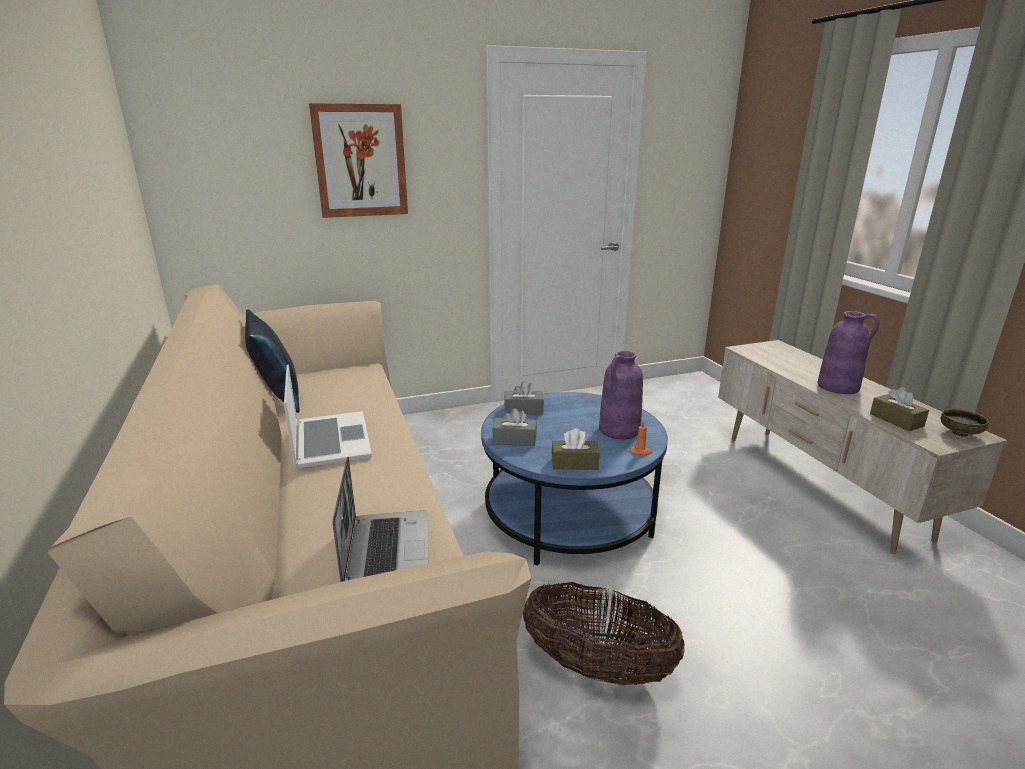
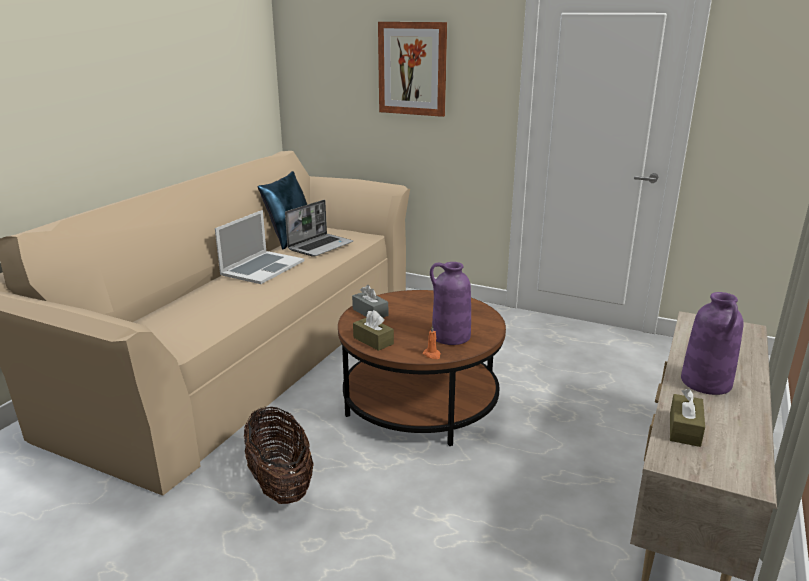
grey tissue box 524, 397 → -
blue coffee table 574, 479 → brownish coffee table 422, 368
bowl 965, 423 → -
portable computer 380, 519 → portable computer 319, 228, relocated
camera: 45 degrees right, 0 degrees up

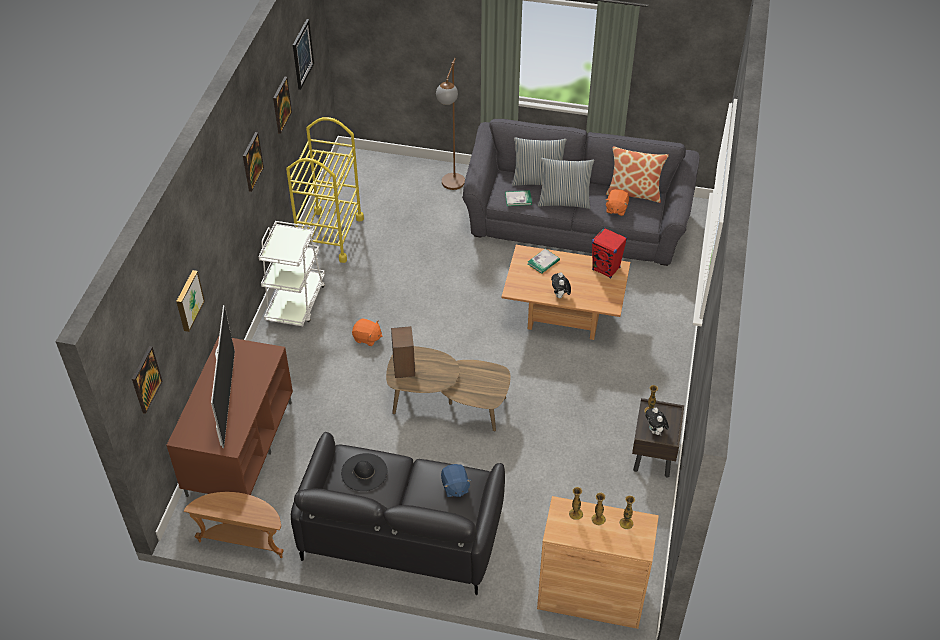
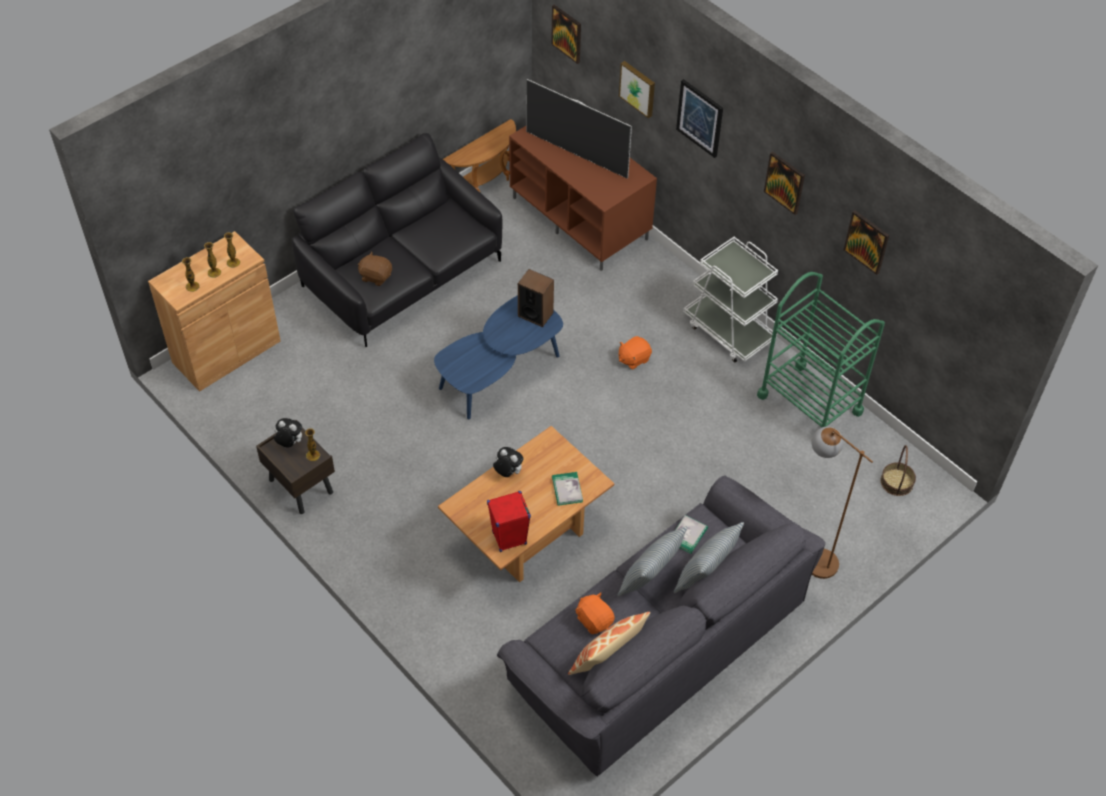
wall picture 303, 54 → wall picture 699, 118, relocated
yellowish cart 325, 190 → green-coloured cart 821, 350
brownish coffee table 448, 388 → blue coffee table 498, 357
black hat 364, 472 → -
blue cuddly toy 456, 480 → brownish cuddly toy 375, 268
- → household basket 898, 470
camera: 125 degrees right, 5 degrees up

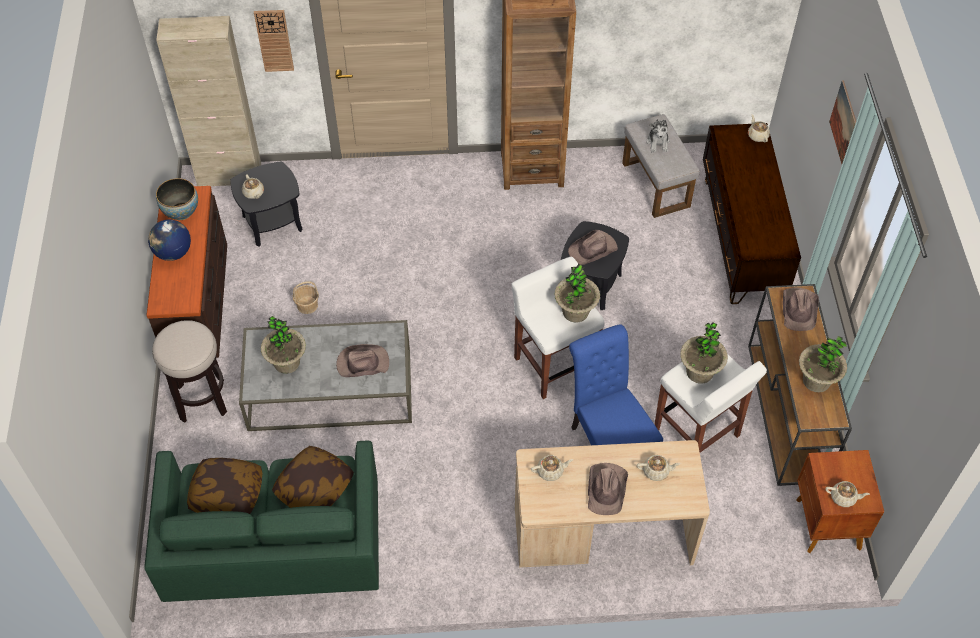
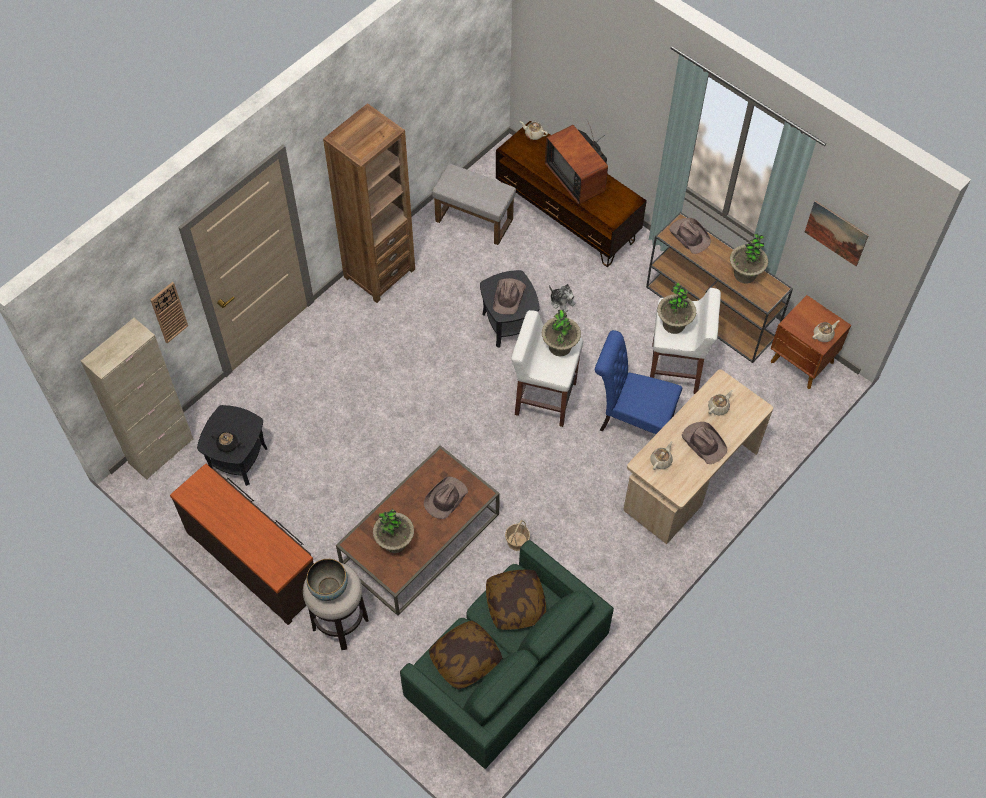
wall picture 842, 122 → wall picture 837, 233, relocated
cuddly toy 658, 135 → cuddly toy 562, 298, relocated
sand-coloured pot for tea 253, 186 → black pot for tea 227, 442
bowl 177, 199 → bowl 327, 580, relocated
desk globe 169, 240 → -
household basket 306, 297 → household basket 517, 535, relocated
grey coffee table 325, 375 → brownish coffee table 418, 530
- → television 576, 162
camera: 45 degrees left, 5 degrees up

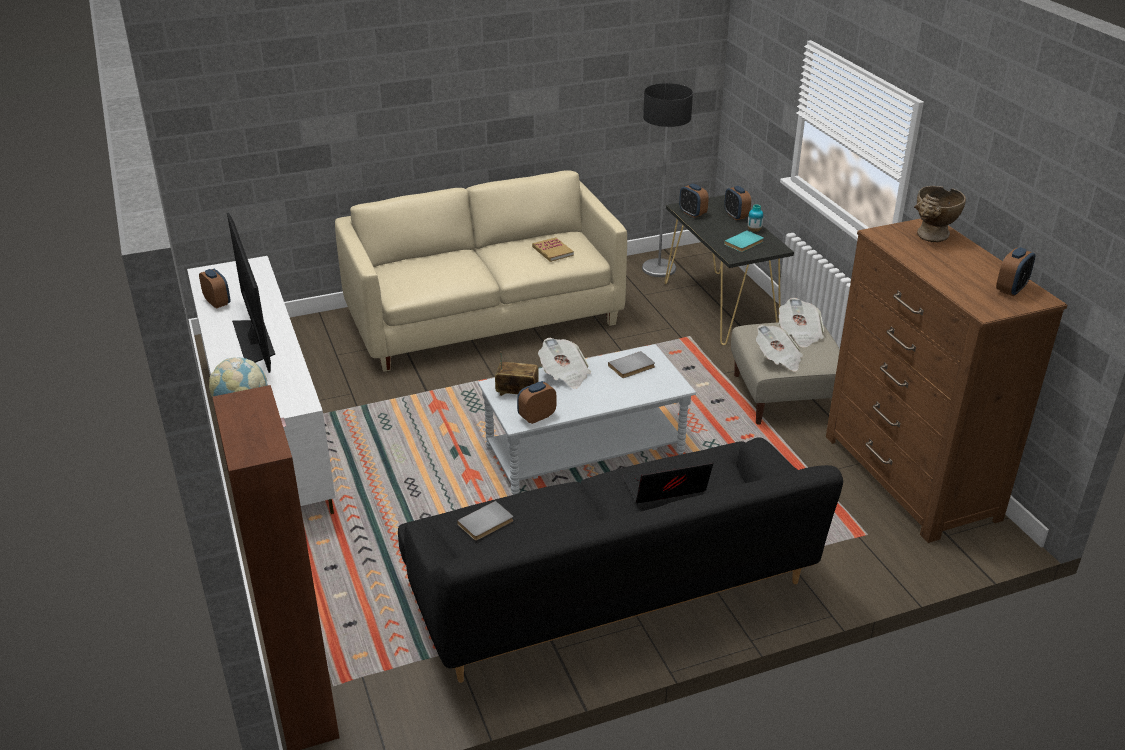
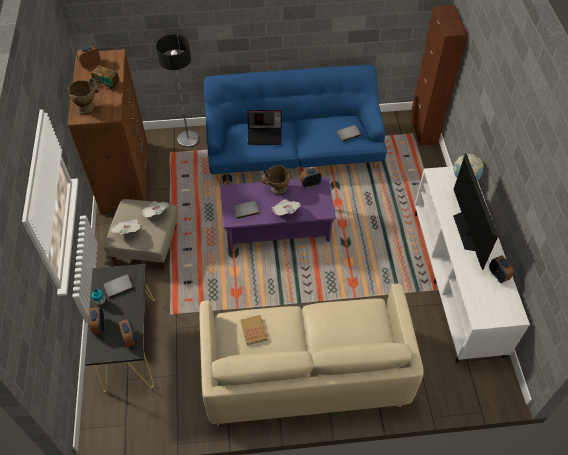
standing lamp 667, 180 → standing lamp 177, 90, relocated
turquoise volume 744, 241 → grey volume 118, 286
grey coffee table 587, 419 → purple-coloured coffee table 278, 213
radio set 517, 373 → radio set 105, 75, relocated
black settee 620, 560 → blue settee 295, 122
- → sand-coloured flower vase 275, 179
camera: 165 degrees left, 20 degrees up

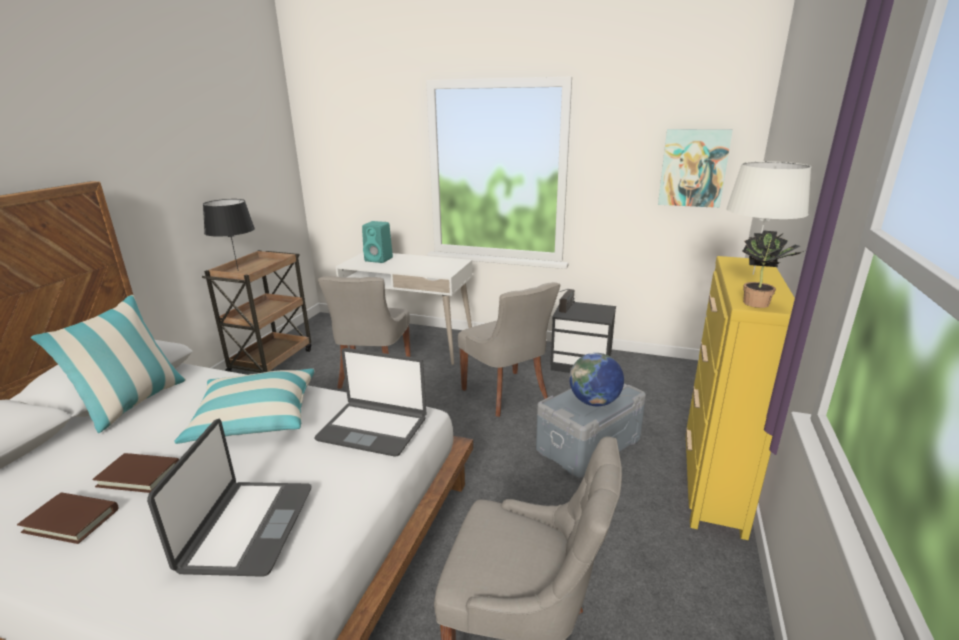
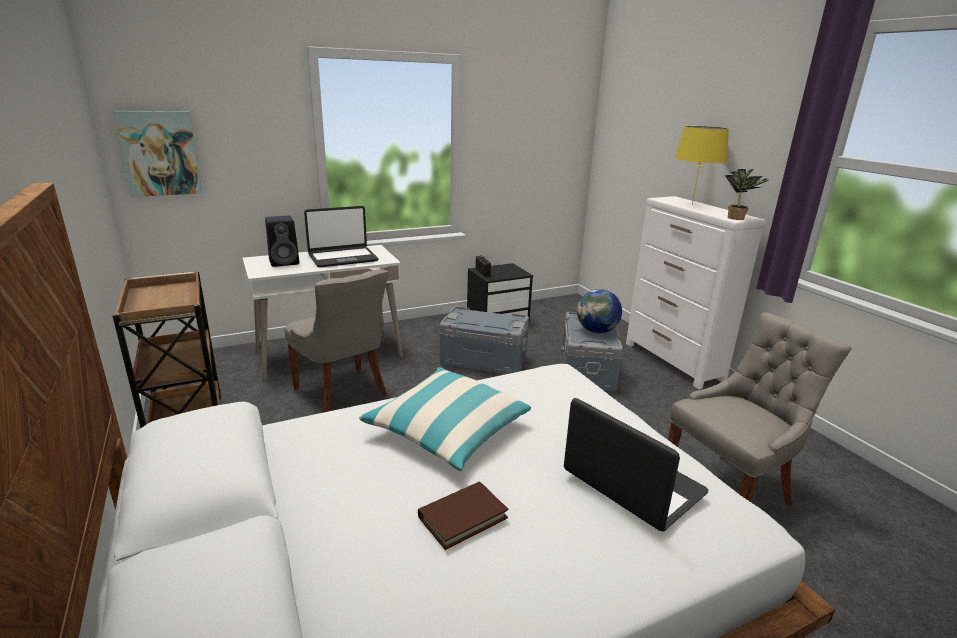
wall picture 695, 168 → wall picture 157, 154, relocated
whitish lamp for a table 768, 218 → yellowish lamp for a table 701, 165
black lamp for a table 229, 234 → -
turquoise speaker 377, 242 → black speaker 282, 241
yellowish drawer chest 740, 398 → whitish drawer chest 696, 292
grey plain chair 509, 349 → grey storage box 484, 340
pillow 108, 364 → -
portable computer 370, 402 → portable computer 341, 236, relocated
brownish volume 67, 518 → -
camera: 45 degrees left, 0 degrees up

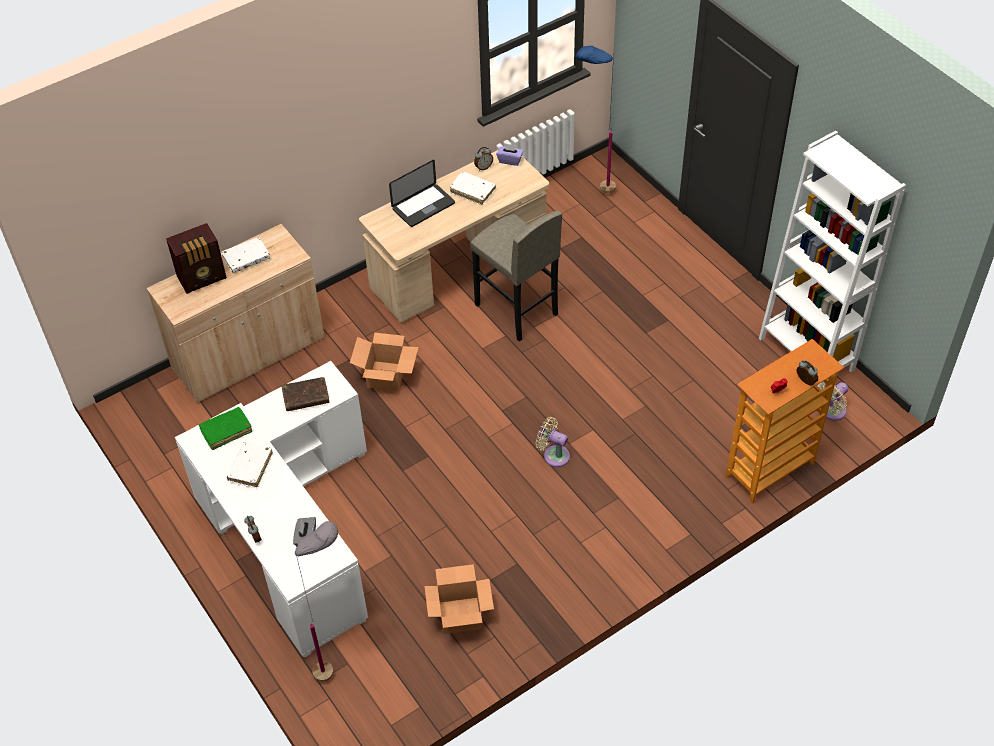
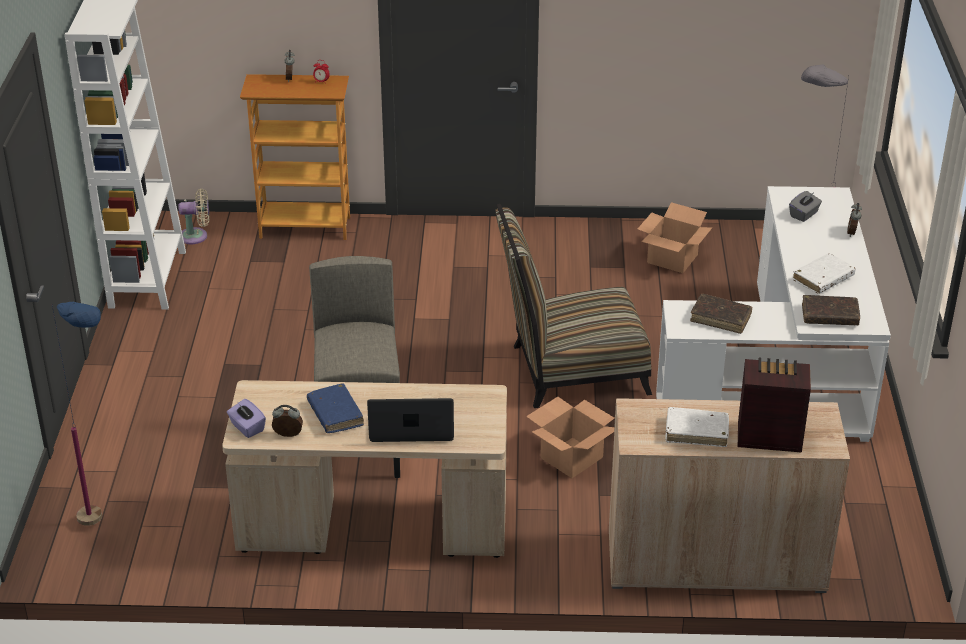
whitish volume 473, 188 → blue volume 335, 408
green-coloured volume 225, 428 → brownish volume 831, 310
sand-coloured fan 553, 442 → -
- → plain chair 573, 306
camera: 145 degrees left, 15 degrees down

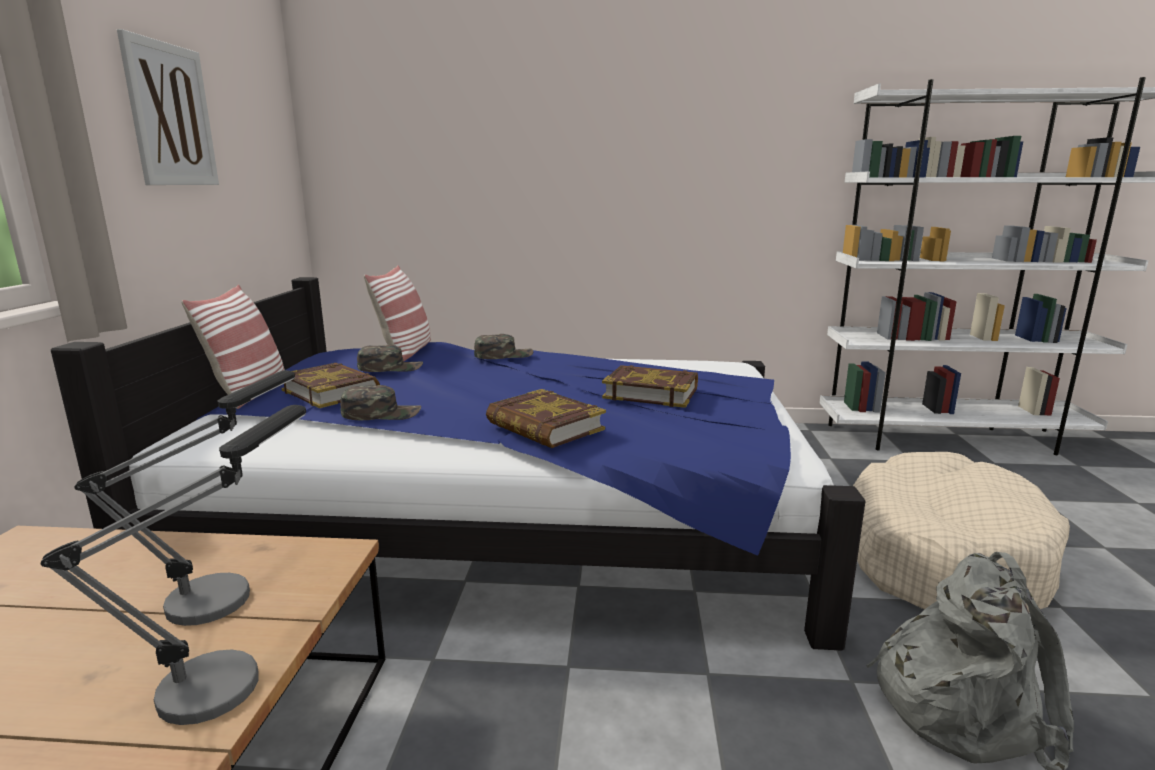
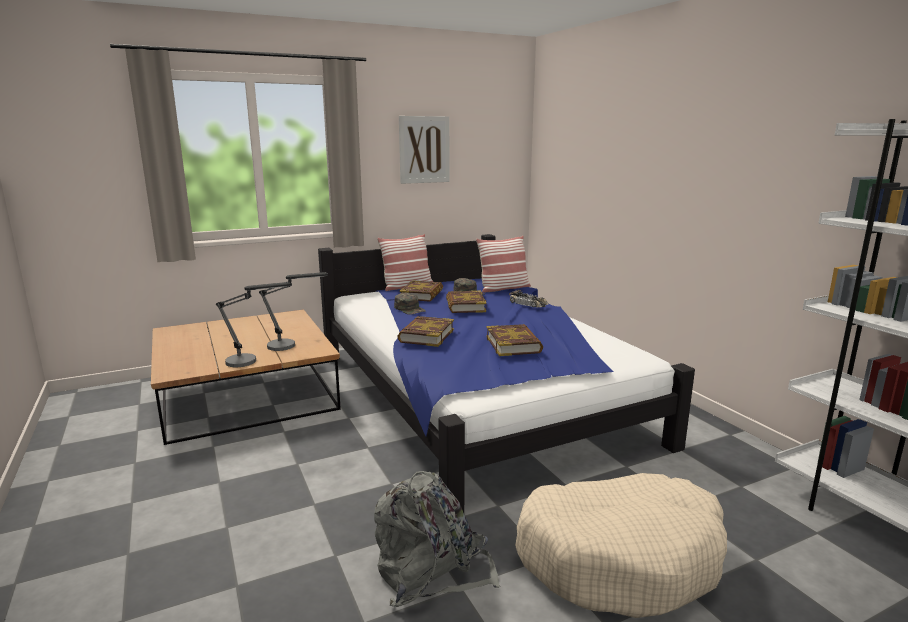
green-coloured peaked cap 503, 346 → model car 528, 299
- → volume 466, 302
camera: 60 degrees right, 0 degrees up

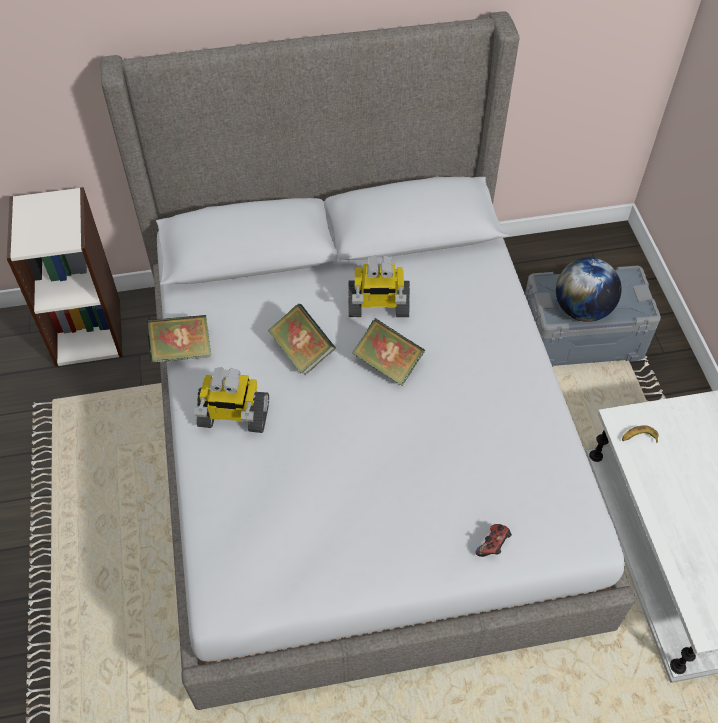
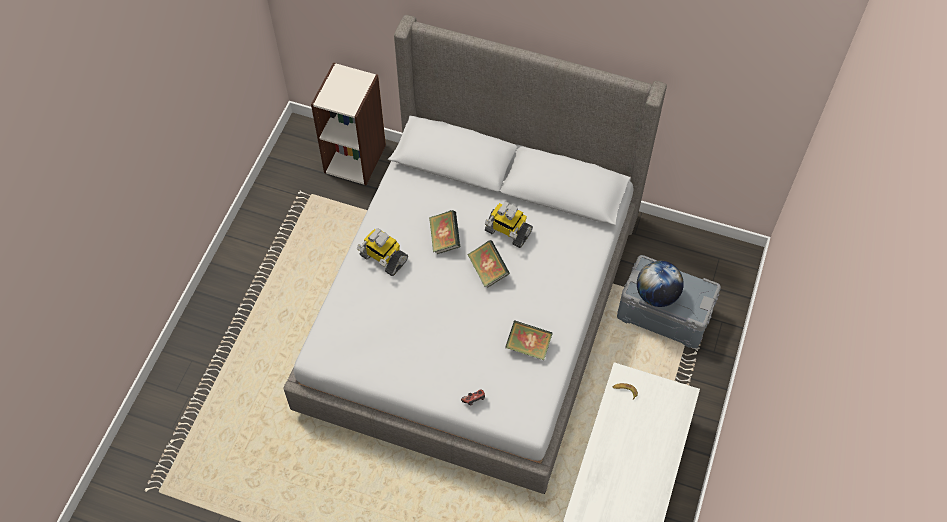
volume 179, 339 → volume 529, 340, relocated
camera: 30 degrees right, 5 degrees up

